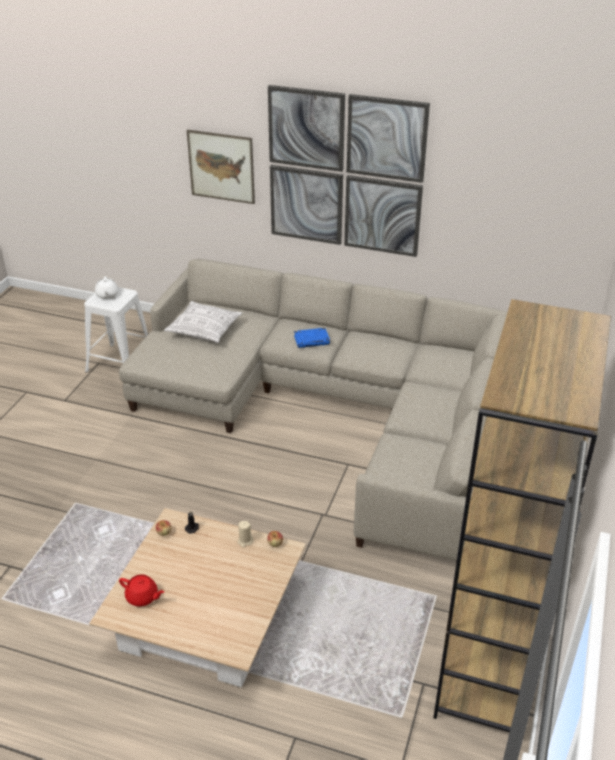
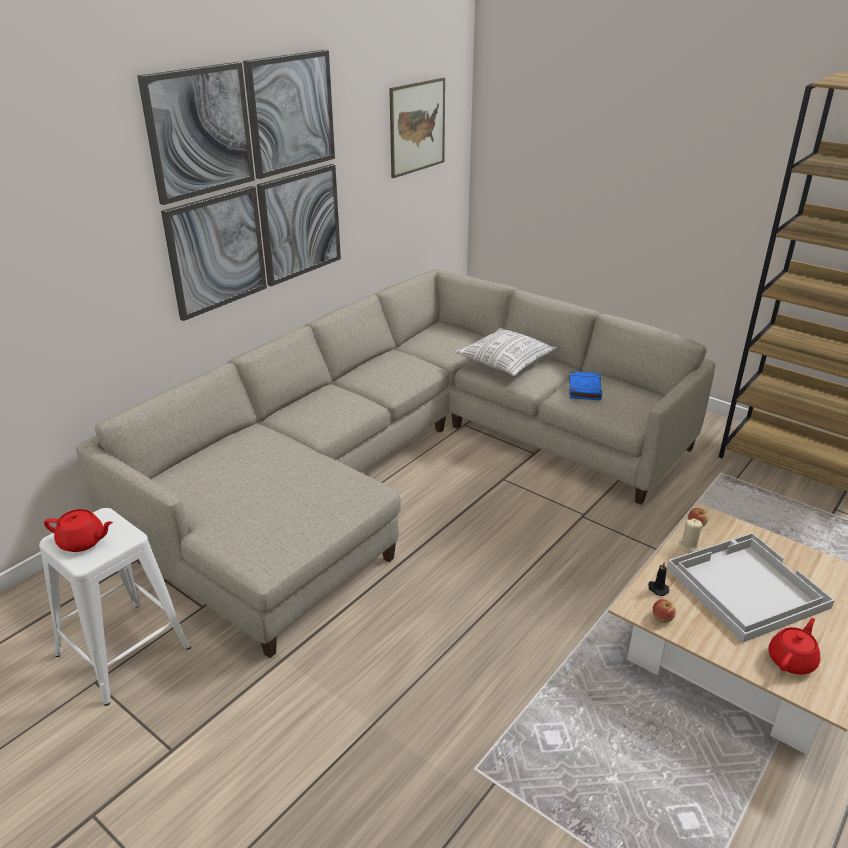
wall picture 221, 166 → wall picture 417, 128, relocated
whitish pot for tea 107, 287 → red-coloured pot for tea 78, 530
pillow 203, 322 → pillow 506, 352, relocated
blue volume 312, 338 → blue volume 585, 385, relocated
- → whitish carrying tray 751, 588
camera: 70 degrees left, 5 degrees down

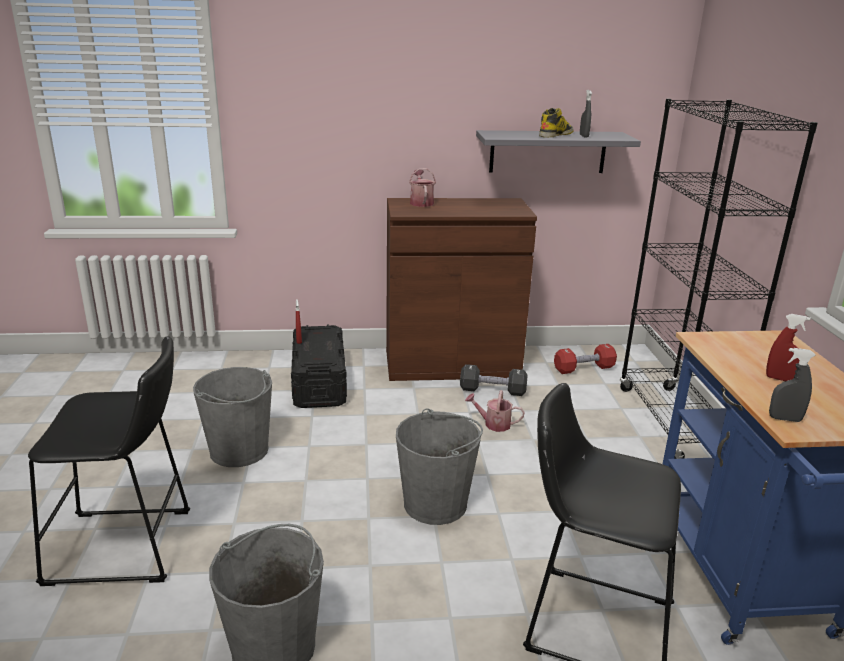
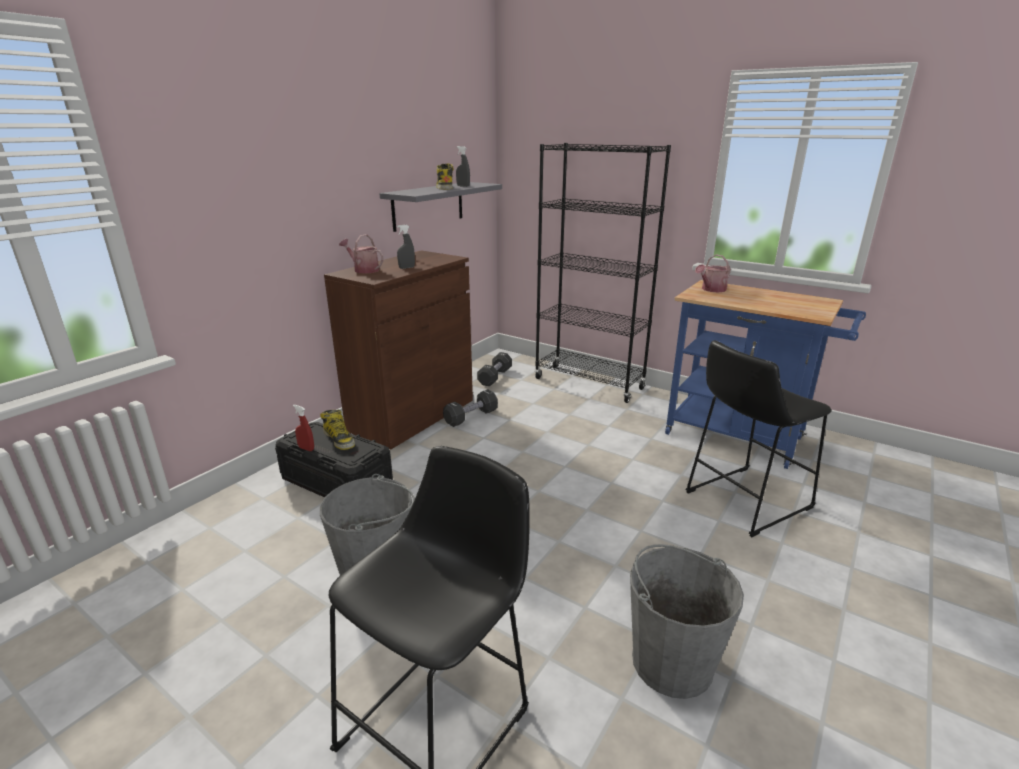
red-coloured sprayer 788, 347 → -
red-coloured hand weight 585, 359 → black hand weight 494, 369
grey sprayer 792, 385 → grey sprayer 406, 247, relocated
sprinkling can 495, 411 → sprinkling can 713, 273, relocated
grey pail 439, 466 → -
- → high-top boot 337, 429
camera: 50 degrees left, 0 degrees up

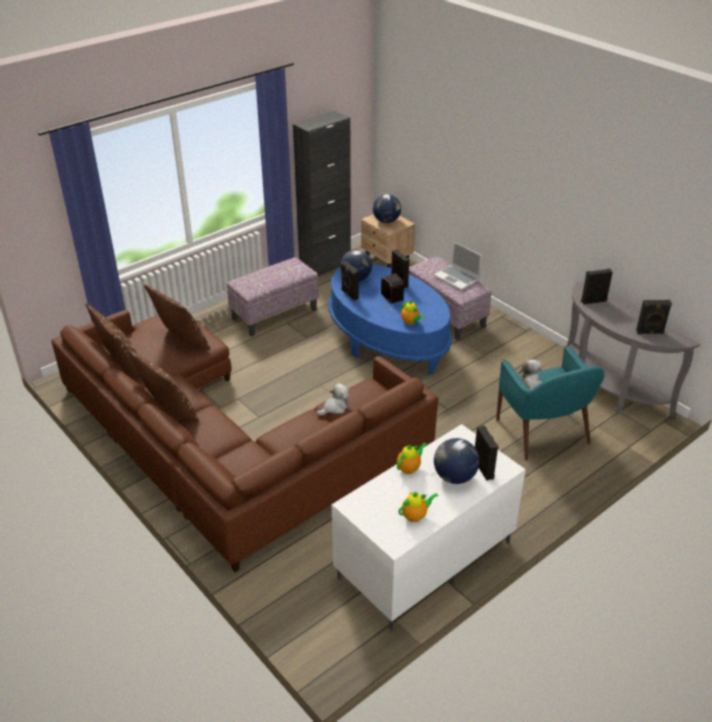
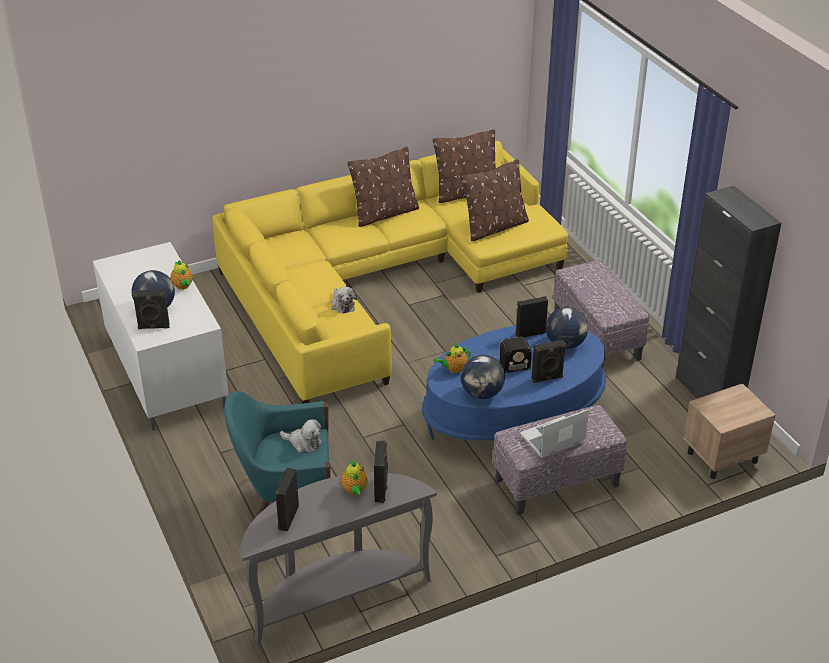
desk globe 387, 208 → desk globe 483, 377, relocated
brownish settee 244, 441 → yellowish settee 390, 272
pot for tea 418, 507 → pot for tea 354, 477, relocated
camera: 105 degrees right, 0 degrees up

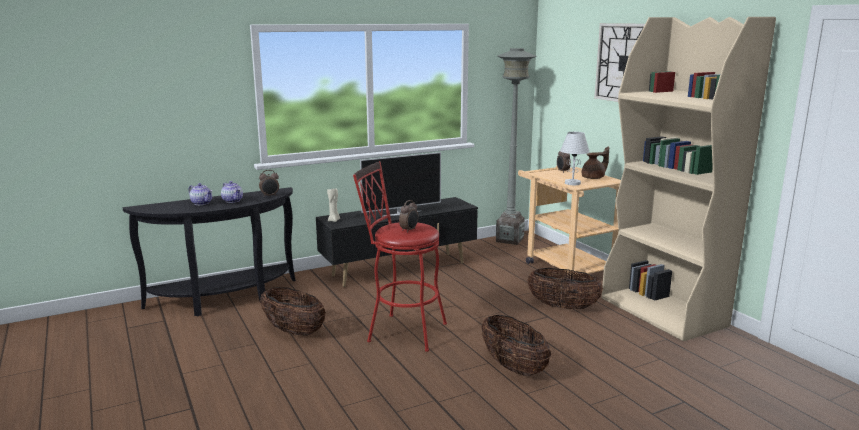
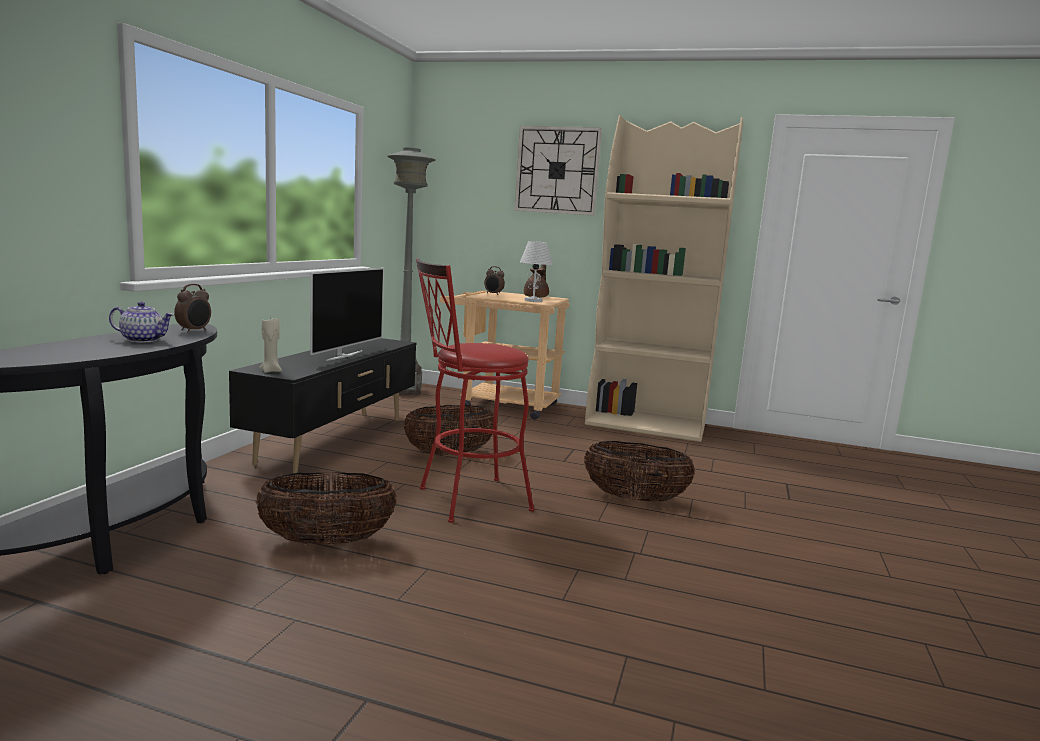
pot for tea 200, 194 → -
table clock 408, 216 → -
household basket 565, 288 → household basket 448, 430, relocated
camera: 45 degrees left, 5 degrees down

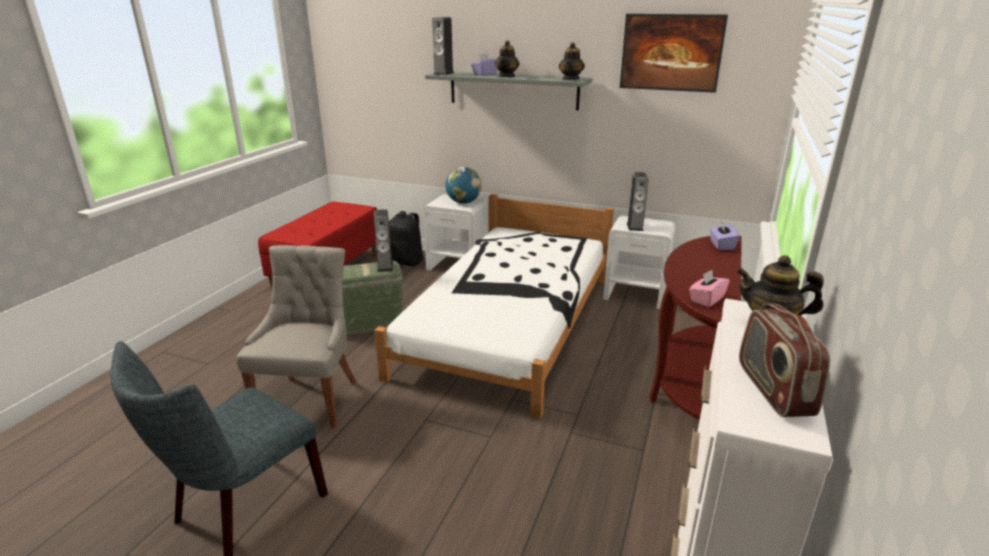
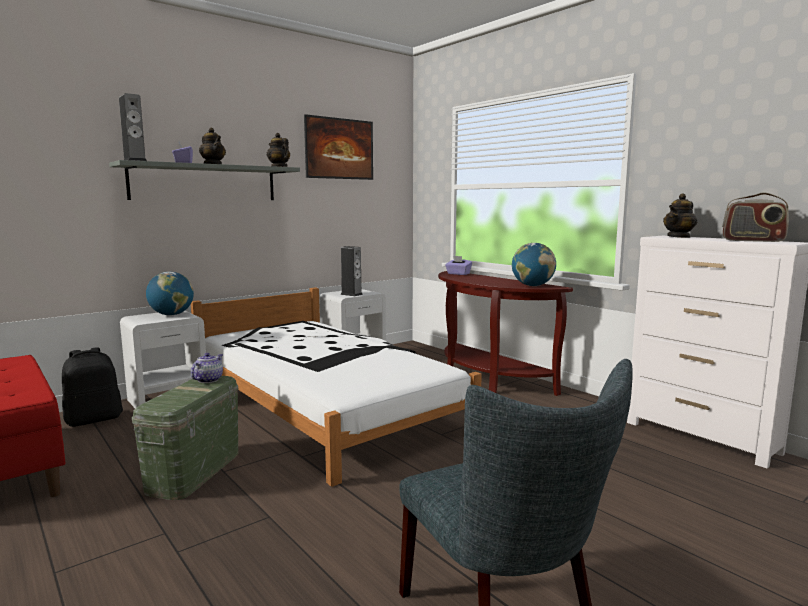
speaker 383, 240 → pot for tea 207, 368
grey plain chair 296, 336 → -
pinkish tissue box 709, 288 → desk globe 534, 264
camera: 60 degrees left, 15 degrees down

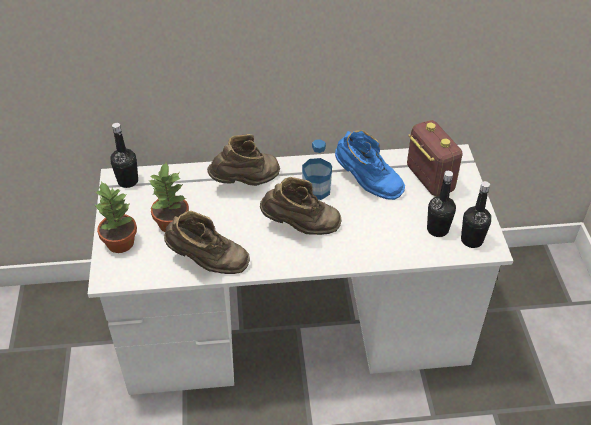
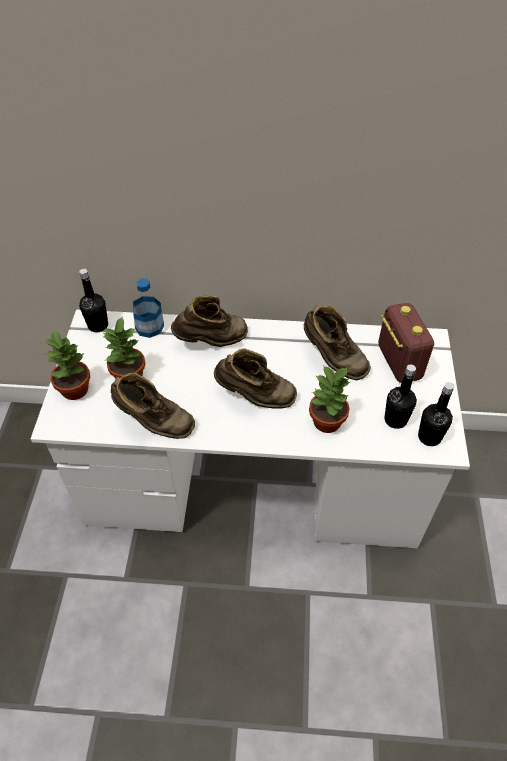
blue high-top boot 370, 165 → brownish high-top boot 337, 342
drink bottle 317, 169 → drink bottle 148, 308, relocated
- → houseplant 329, 399
camera: 10 degrees right, 5 degrees up

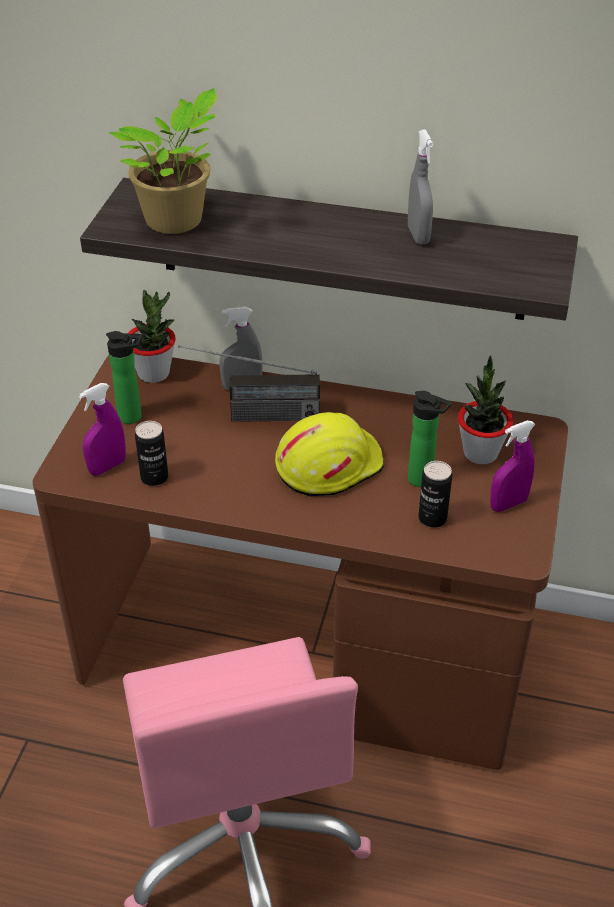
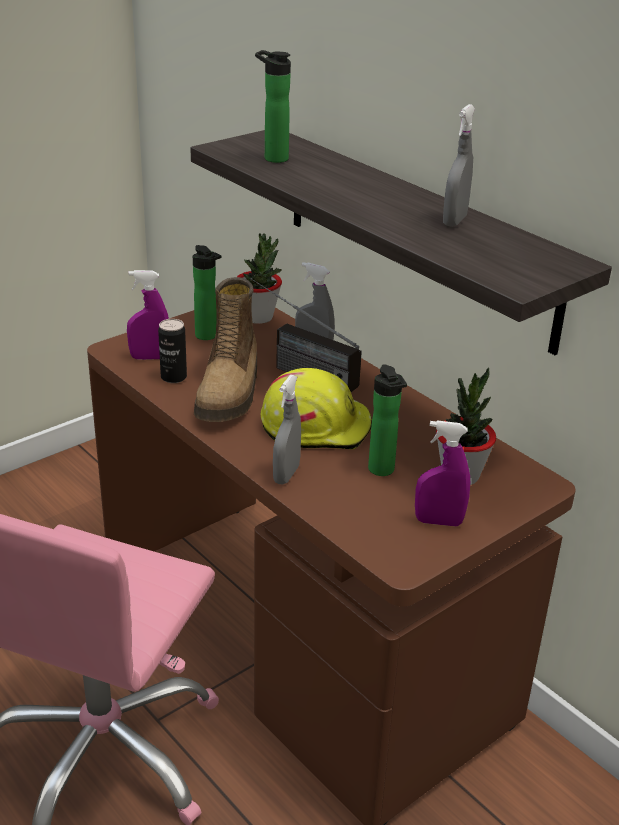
houseplant 162, 161 → drink bottle 273, 106
metal can 435, 494 → -
- → high-top boot 225, 349
- → grey sprayer 287, 429
camera: 35 degrees right, 10 degrees down

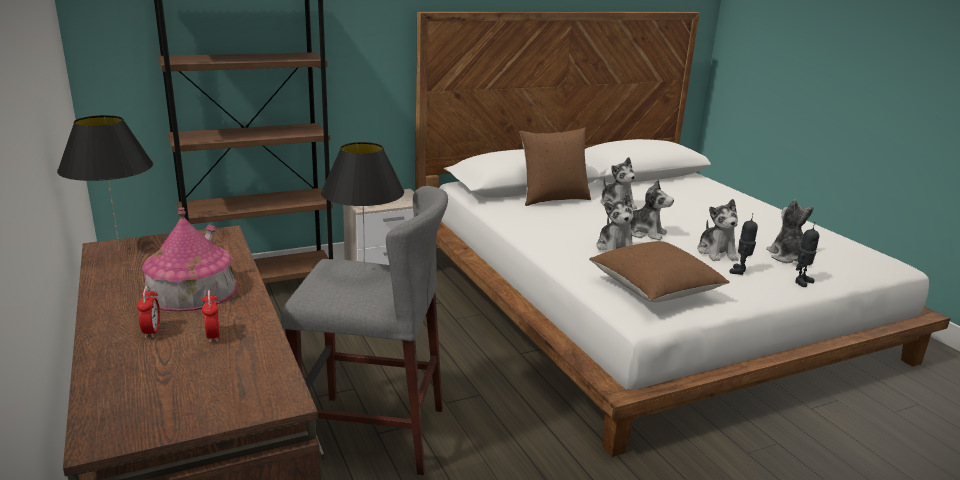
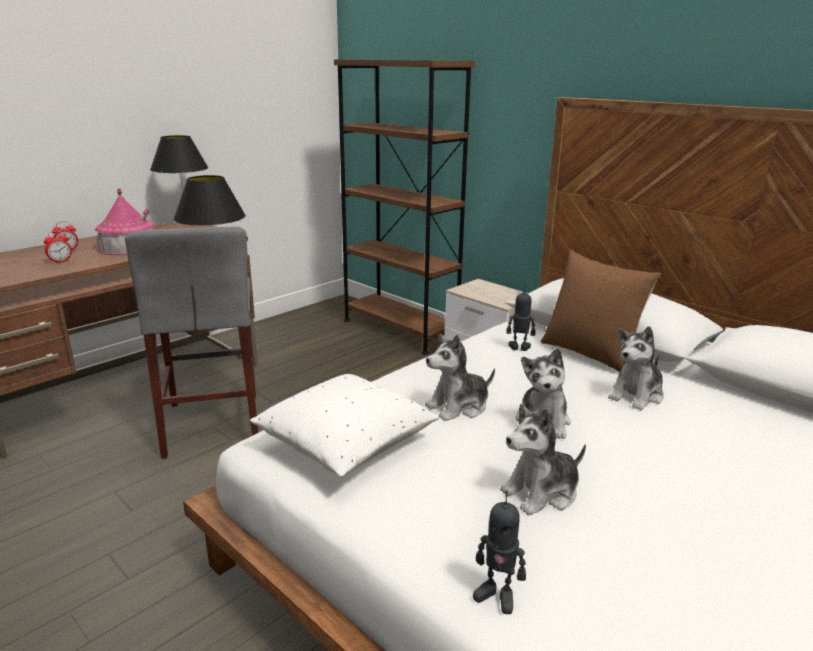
cuddly toy 790, 231 → -
robot figure 744, 244 → robot figure 520, 318, relocated
brownish pillow 659, 271 → whitish pillow 344, 425
camera: 70 degrees right, 0 degrees up

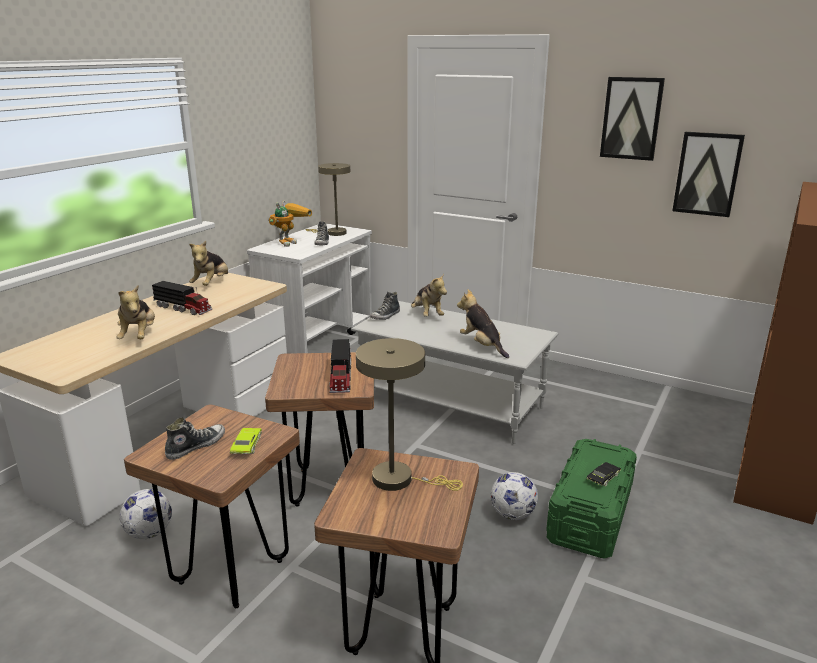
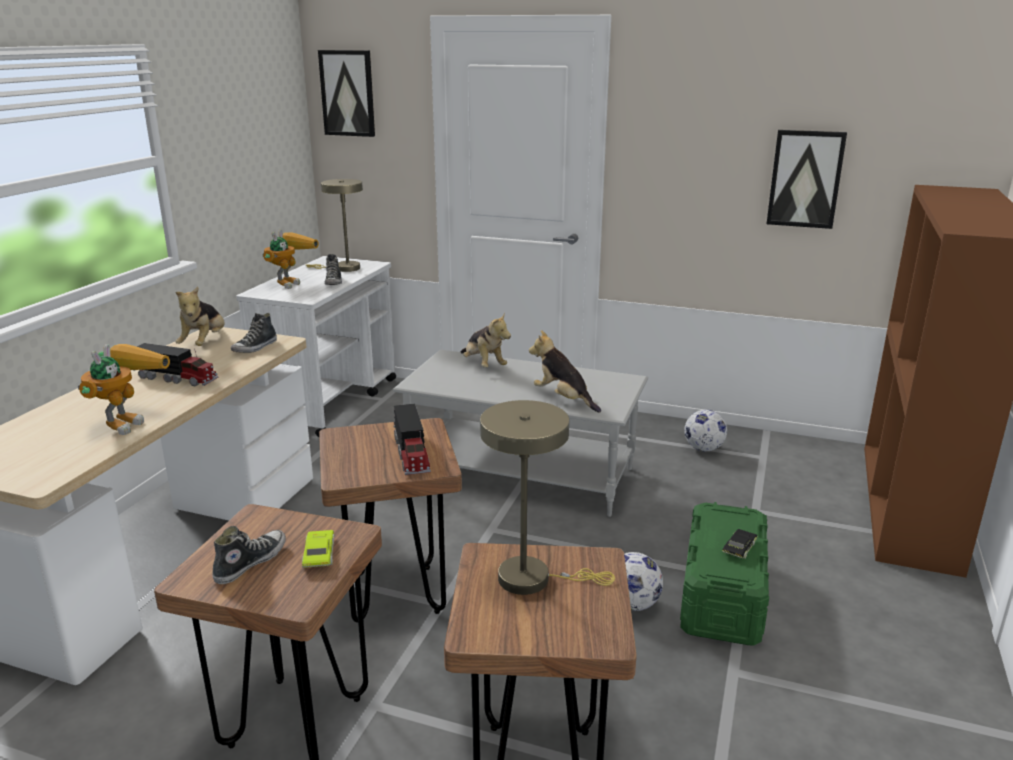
wall picture 632, 119 → wall picture 346, 93, relocated
cuddly toy 135, 312 → robot figure 124, 389
low shoe 385, 306 → low shoe 254, 333, relocated
football 146, 514 → football 705, 430, relocated
camera: 10 degrees left, 0 degrees up

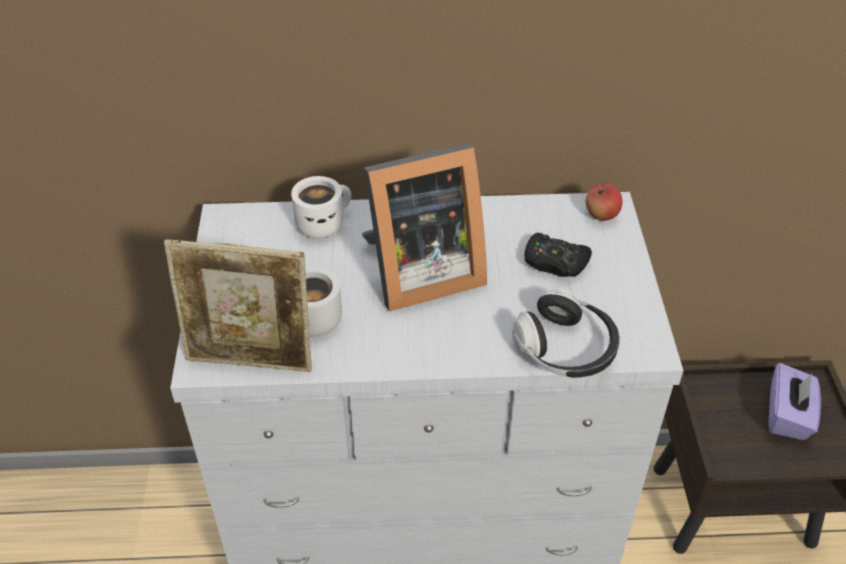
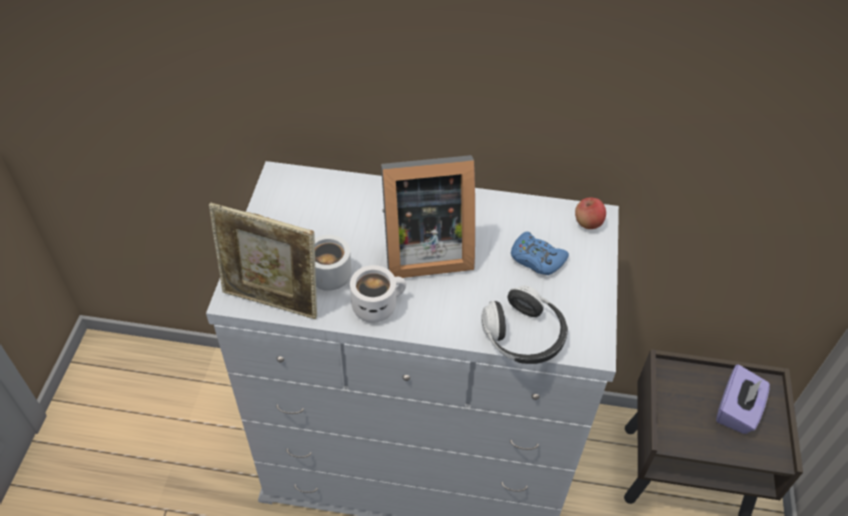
whitish mug 321, 207 → whitish mug 378, 294, relocated
black game controller 558, 255 → blue game controller 540, 253
camera: 10 degrees right, 5 degrees up

